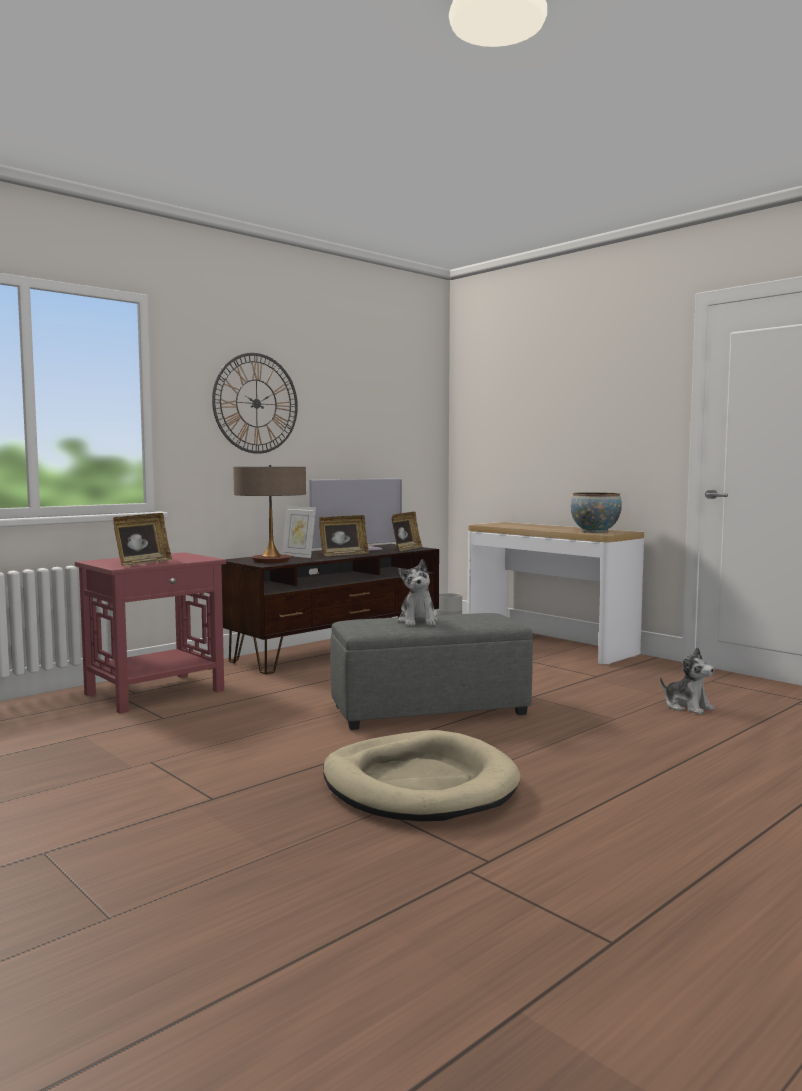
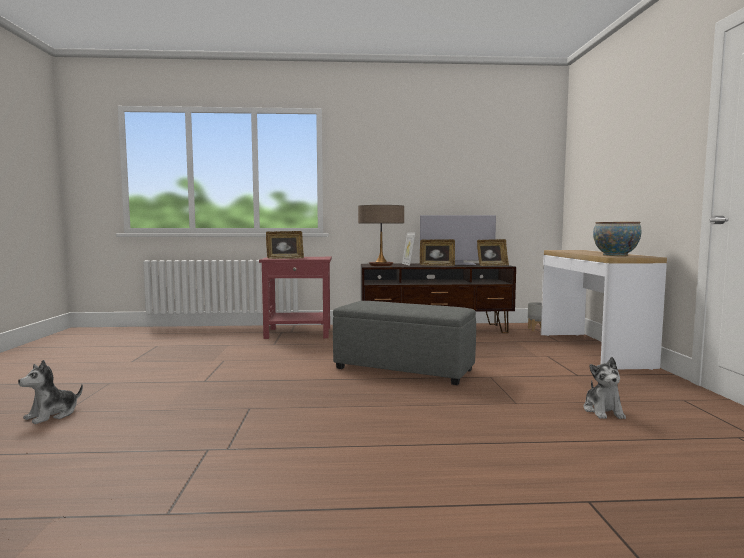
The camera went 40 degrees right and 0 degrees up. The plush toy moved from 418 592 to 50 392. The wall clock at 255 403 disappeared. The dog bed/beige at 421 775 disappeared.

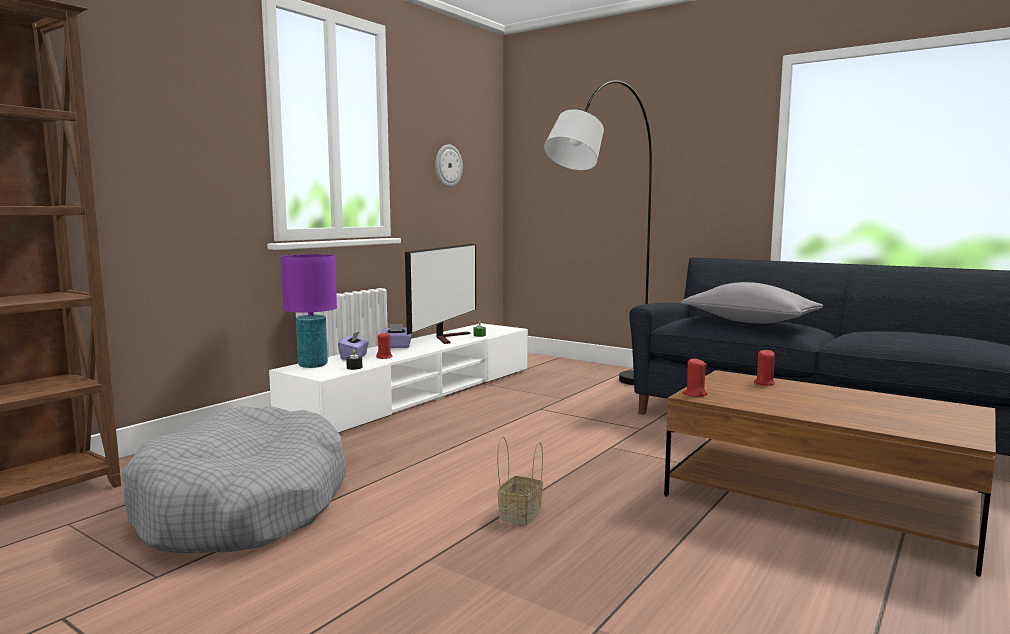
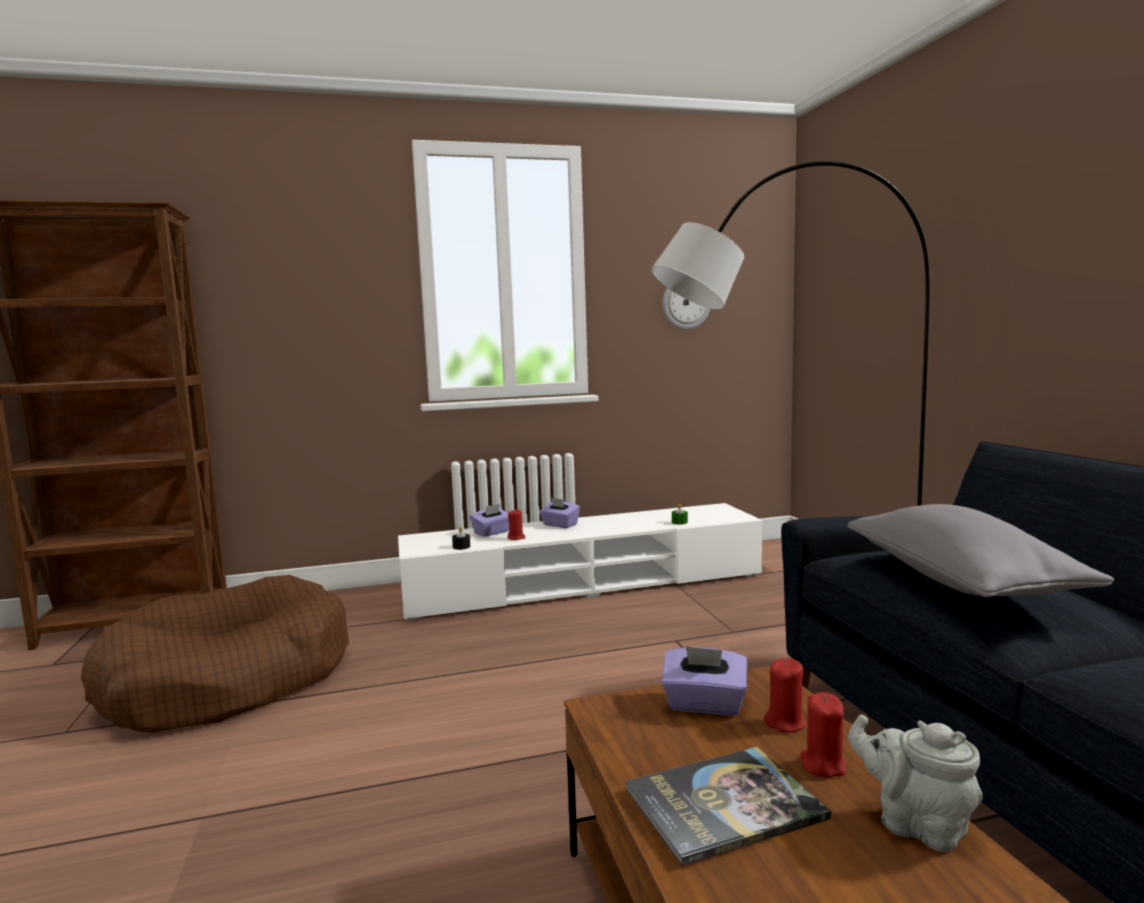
The camera went 40 degrees right and 0 degrees up. The dog bed/grey at 233 479 became the dog bed/brown at 215 654. The book at 728 806 appeared. The tissue box/purple at 704 680 appeared. The candle/red moved from 695 377 to 823 735. The teapot/grey at 915 783 appeared. The table lamp/purple at 309 311 disappeared. The television at 440 294 disappeared. The basket at 520 480 disappeared.

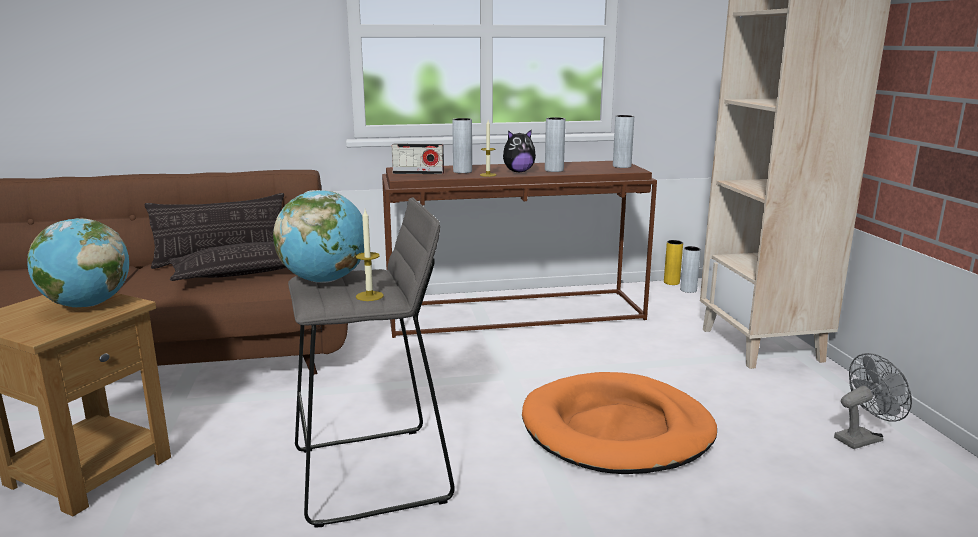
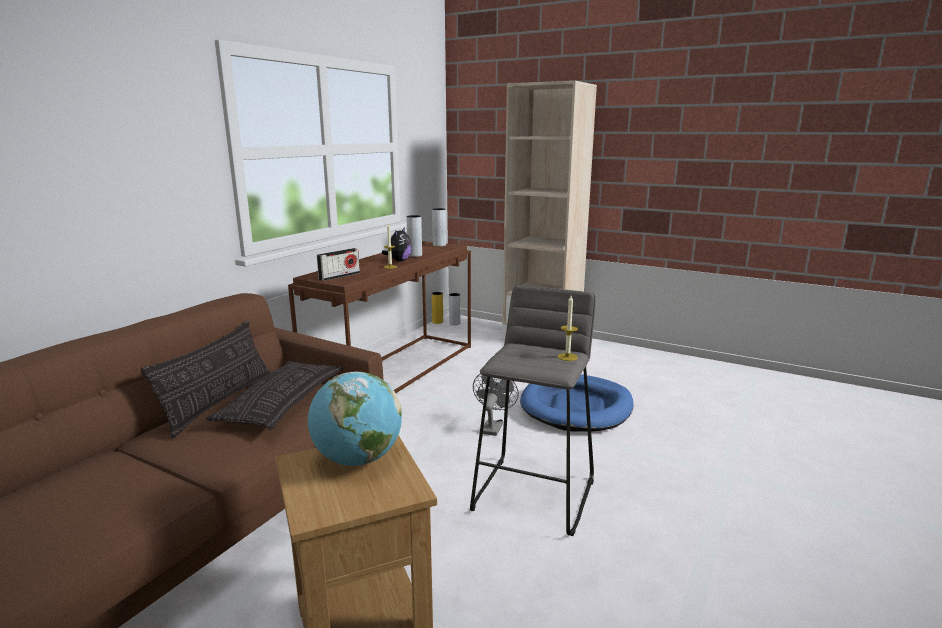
The camera went 50 degrees left and 0 degrees up. The fan/grey moved from 873 401 to 496 405. The dog bed/orange at 619 423 became the dog bed/blue at 577 403. The globe at 318 236 disappeared. The vase/grey at 462 145 disappeared.

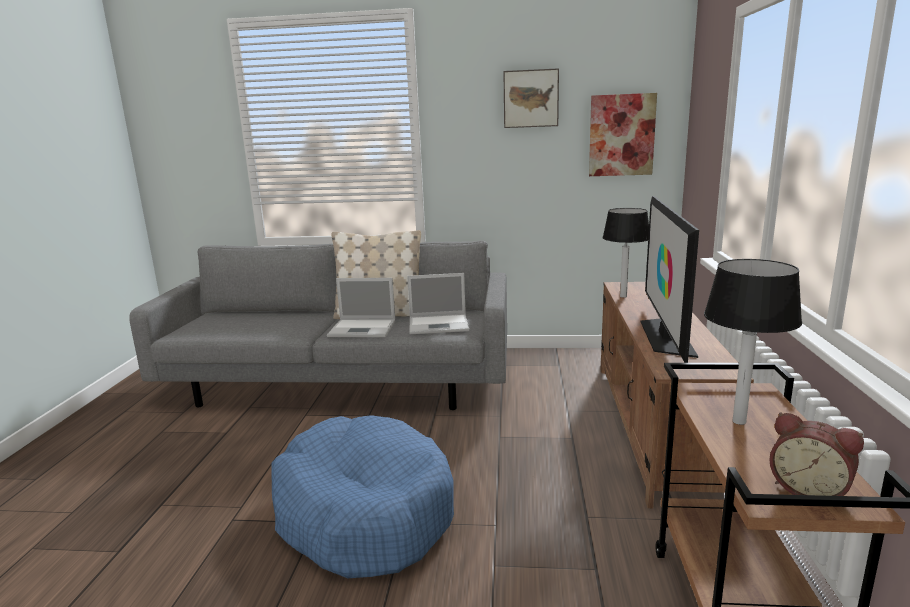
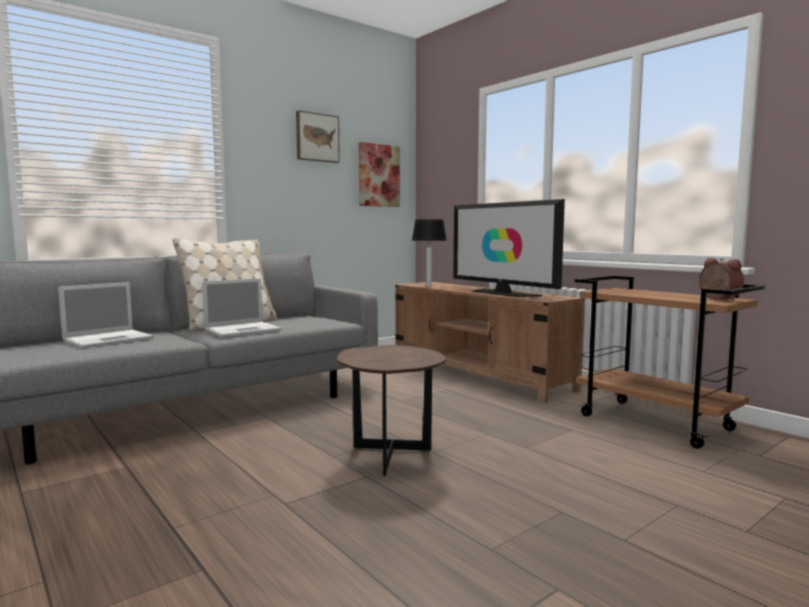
The camera went 45 degrees left and 10 degrees down. The laptop moved from 438 303 to 106 315. The dog bed/blue at 362 496 was replaced by the side table/brown at 391 410. The alarm clock at 816 454 turned 105 degrees counterclockwise. The table lamp at 753 342 disappeared.

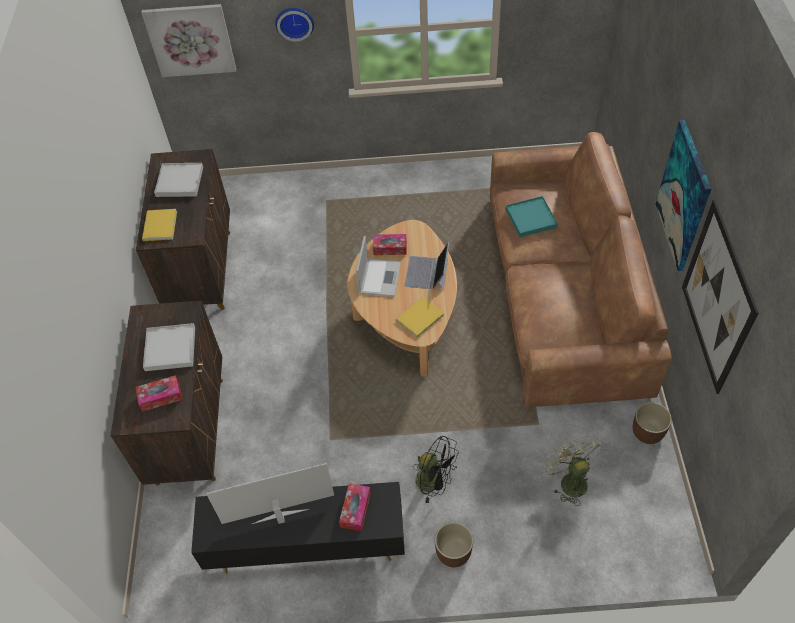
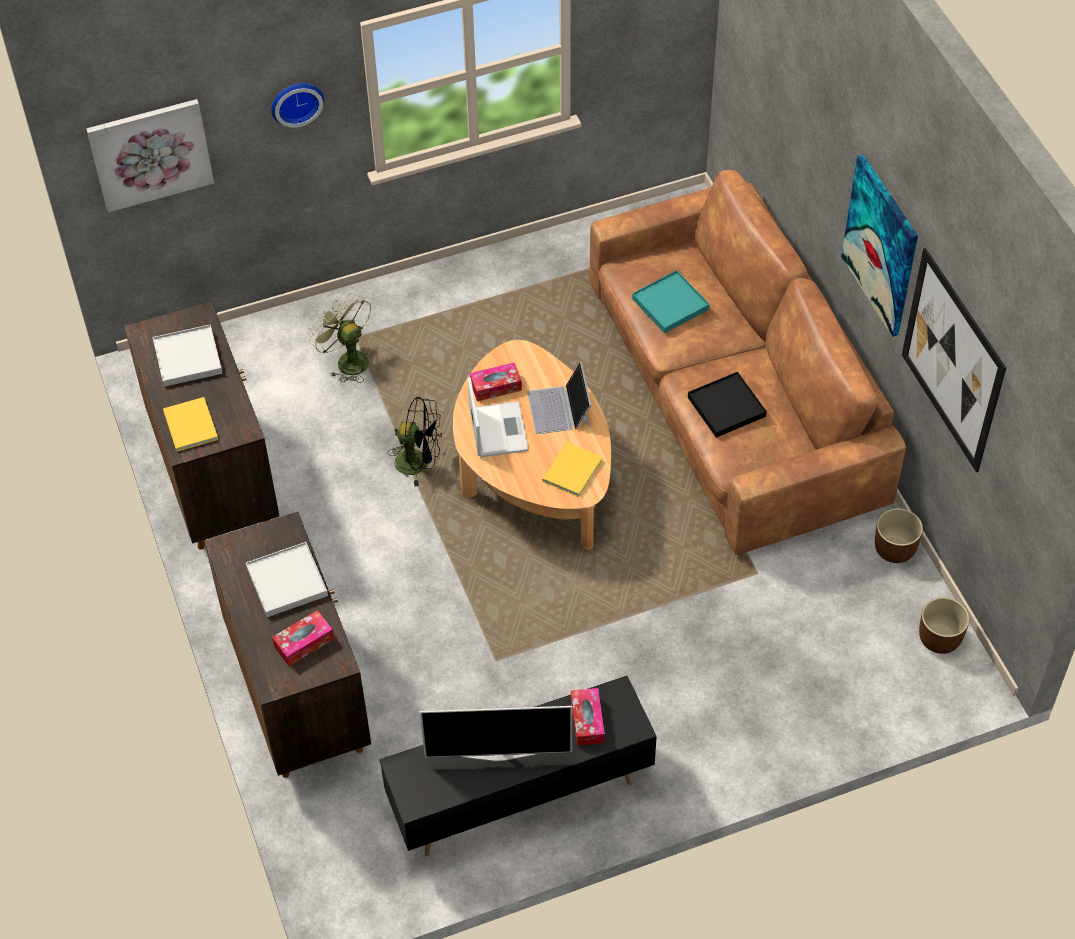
The camera went 20 degrees left and 0 degrees up. The fan/green moved from 573 471 to 340 338. The fan/black moved from 436 469 to 414 442. The television at 270 493 turned 150 degrees counterclockwise. The tray/black at 727 405 appeared. The planter/brown moved from 454 544 to 944 625.

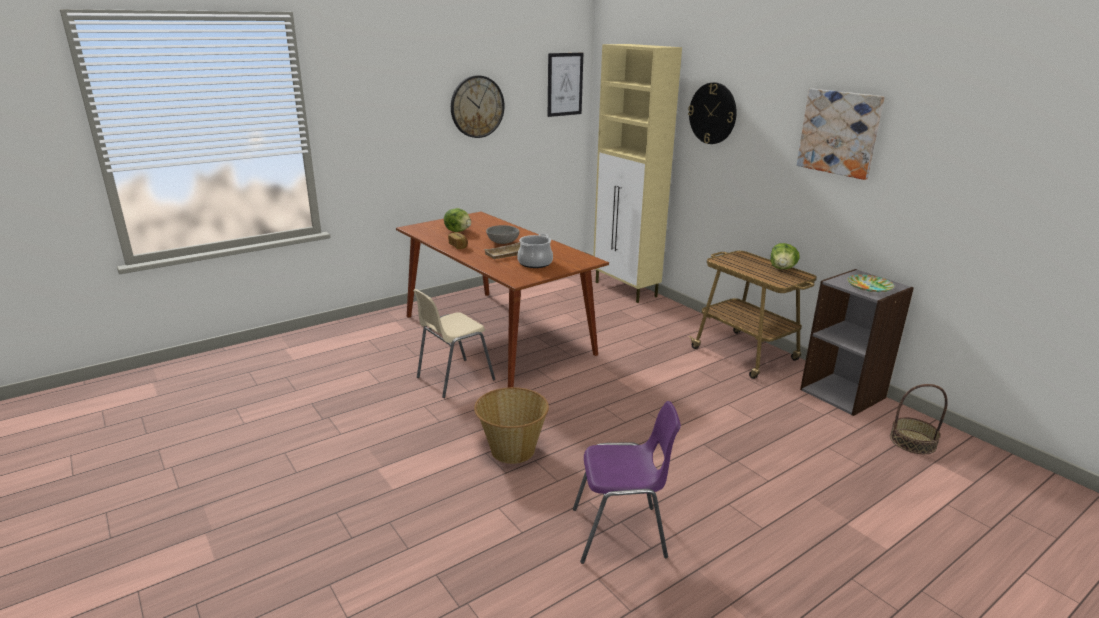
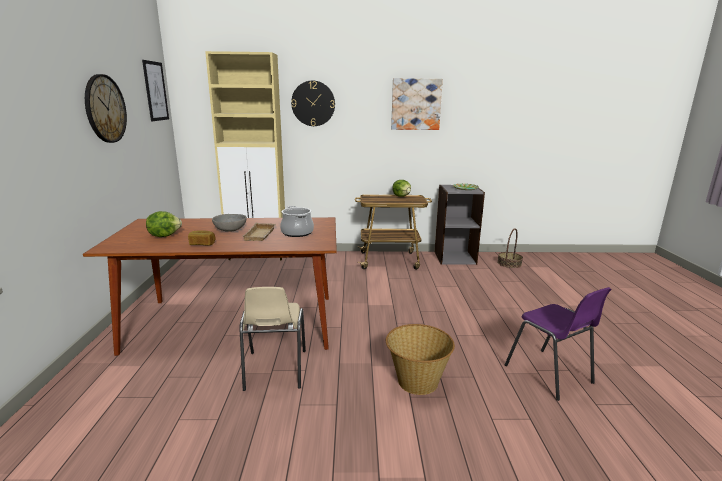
The camera went 55 degrees left and 5 degrees down. The chair/purple at 627 482 turned 120 degrees clockwise.

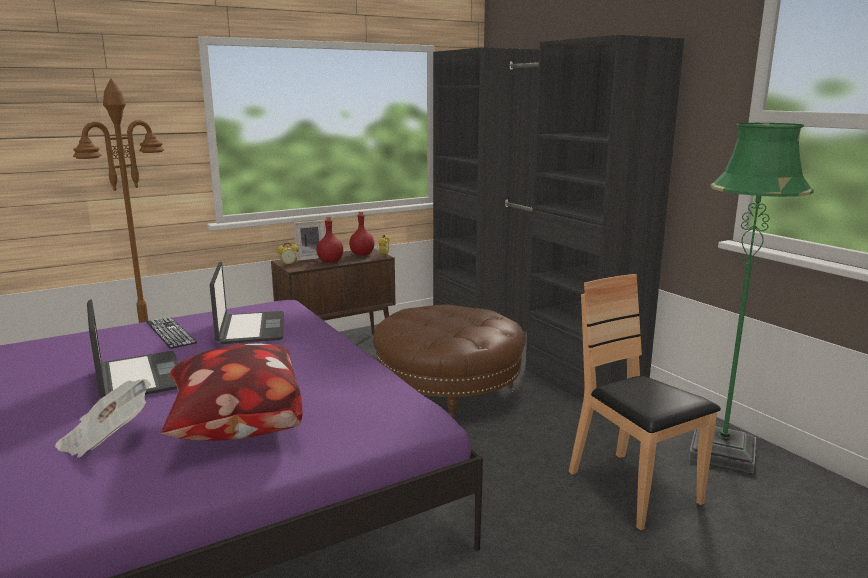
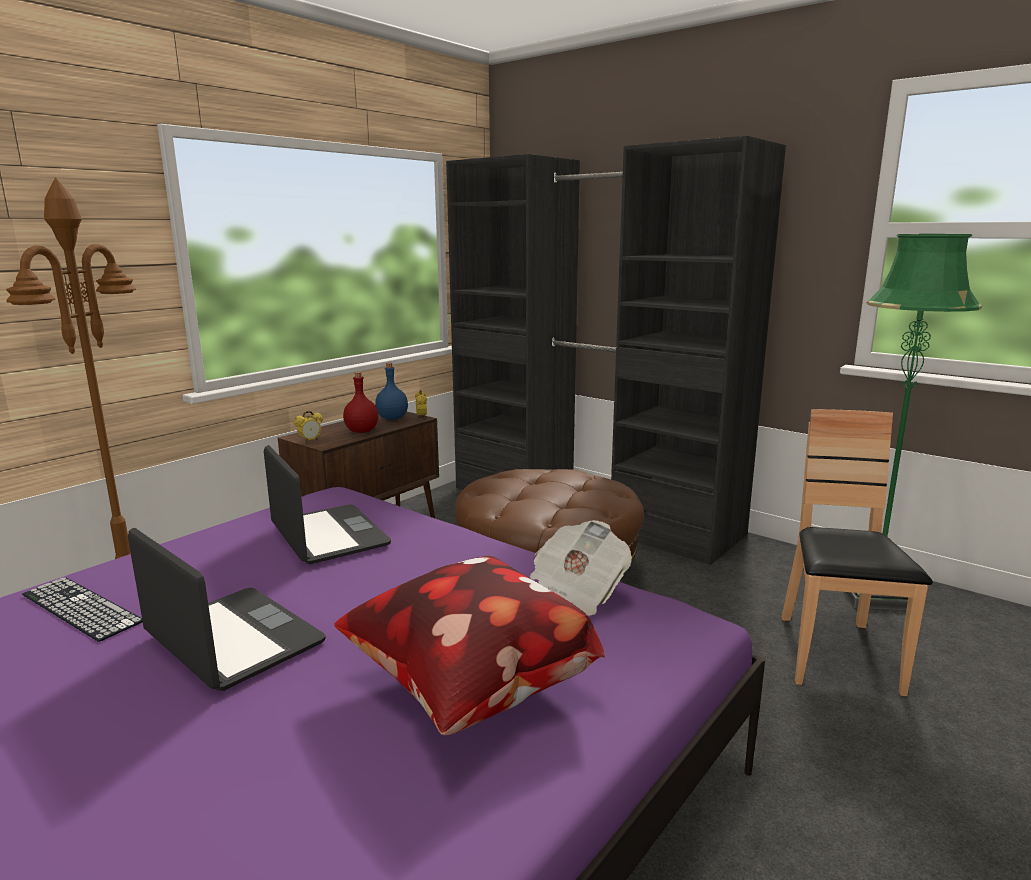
The camera went 20 degrees left and 0 degrees up. The keyboard moved from 171 333 to 82 609. The bottle/red at 362 233 became the bottle/blue at 391 391. The newspaper moved from 103 418 to 581 568. The chair/brown at 645 402 turned 60 degrees clockwise. The picture frame at 309 240 disappeared.

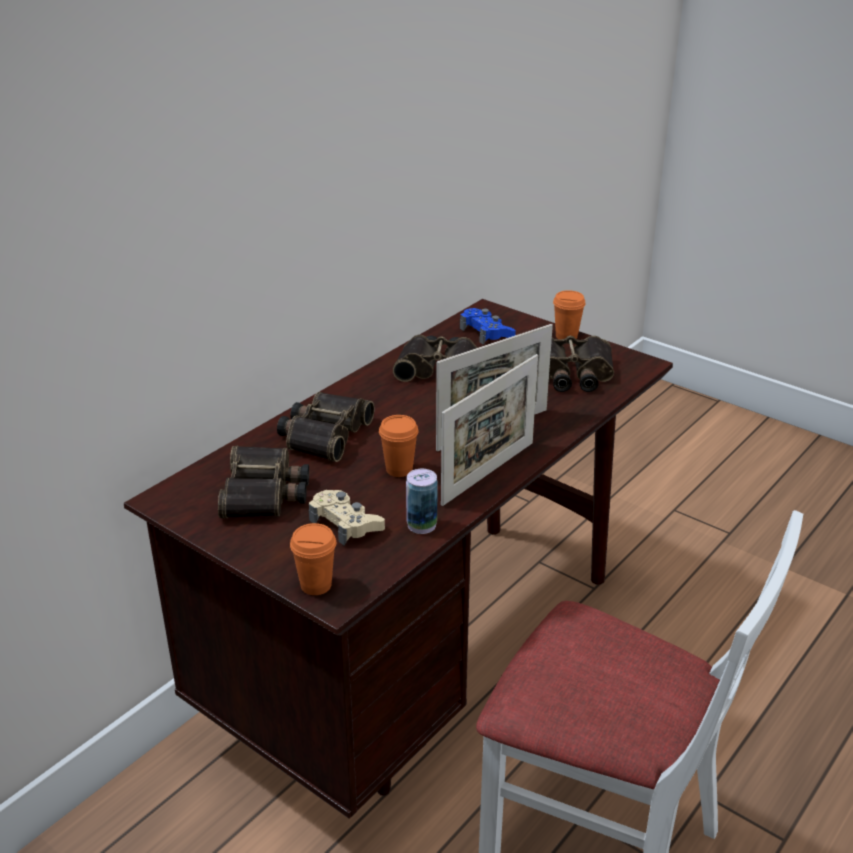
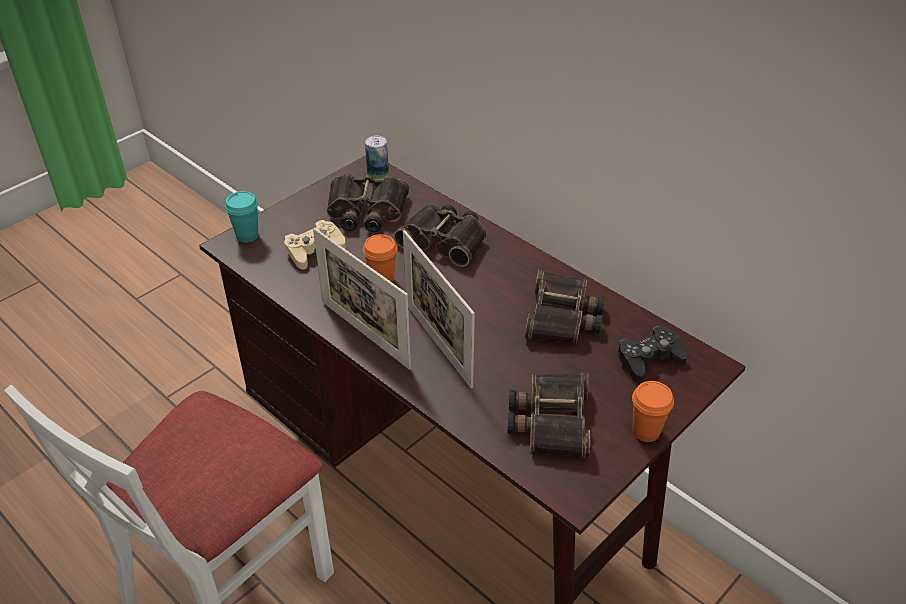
The camera went 95 degrees right and 10 degrees up. The cup/orange at 313 559 became the cup/turquoise at 241 217. The can moved from 422 501 to 377 158. The game controller/blue at 488 326 became the game controller/black at 652 354.

